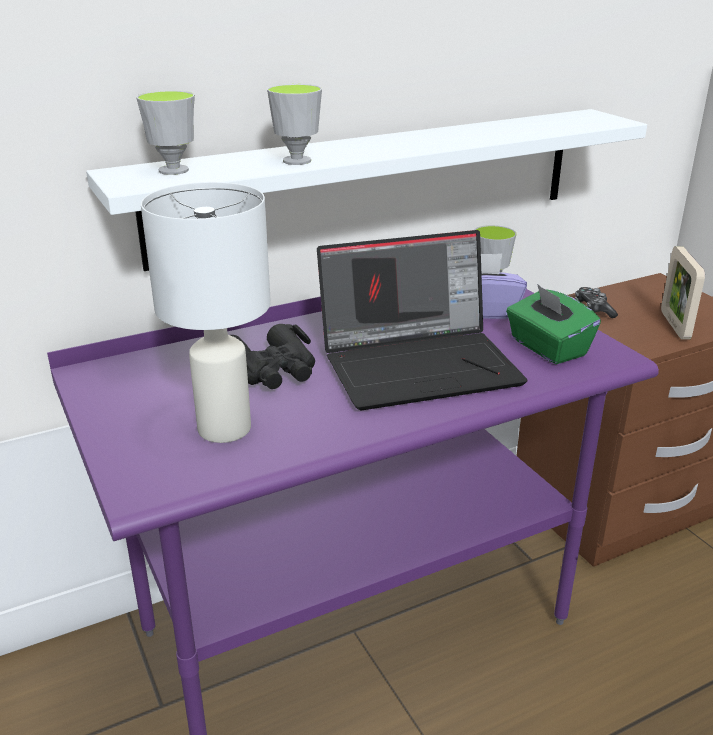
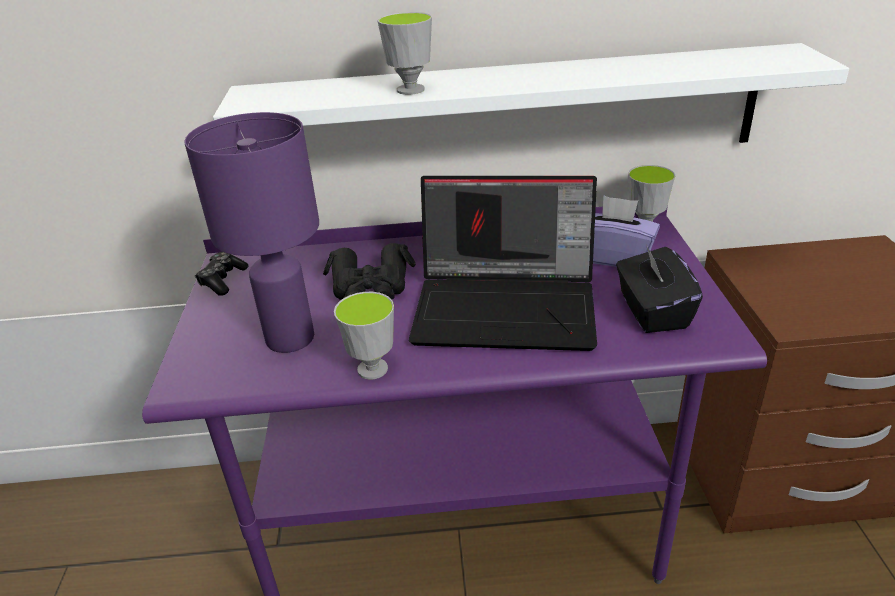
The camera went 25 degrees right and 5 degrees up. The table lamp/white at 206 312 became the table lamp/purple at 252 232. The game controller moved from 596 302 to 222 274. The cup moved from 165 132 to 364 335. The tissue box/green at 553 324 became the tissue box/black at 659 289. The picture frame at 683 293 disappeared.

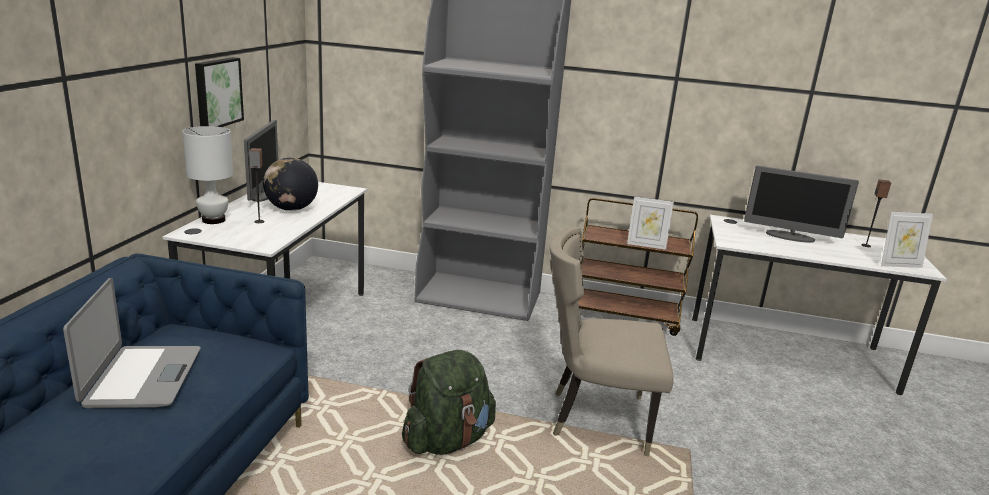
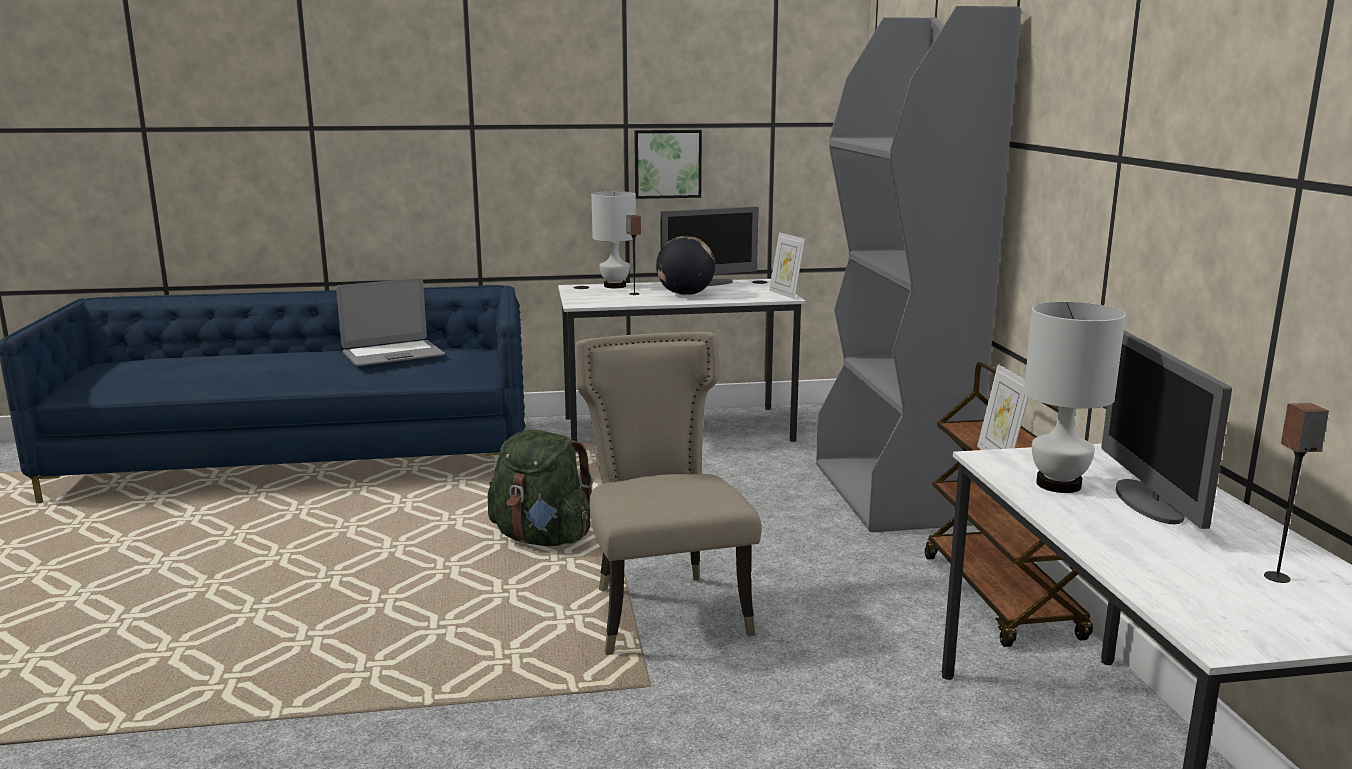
The camera went 70 degrees right and 5 degrees down. The picture frame moved from 907 240 to 787 265. The table lamp/white at 1075 397 appeared.

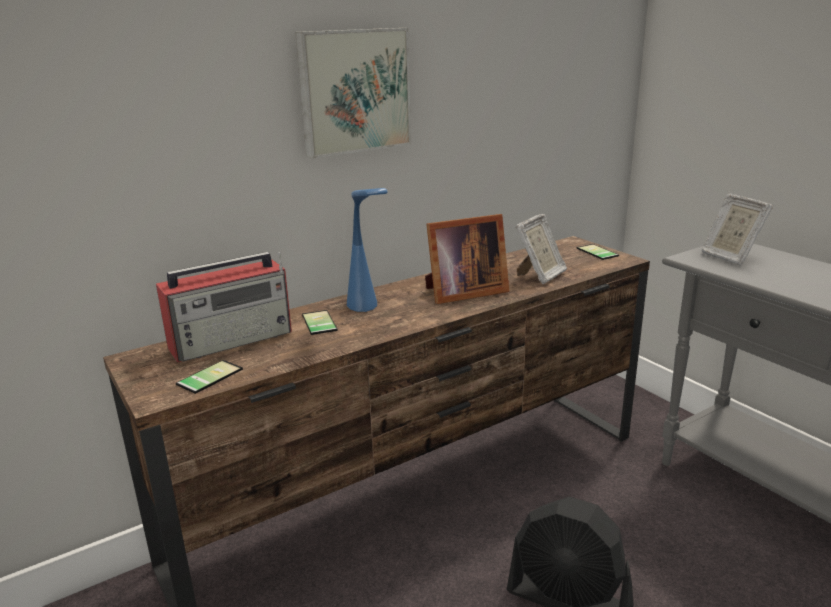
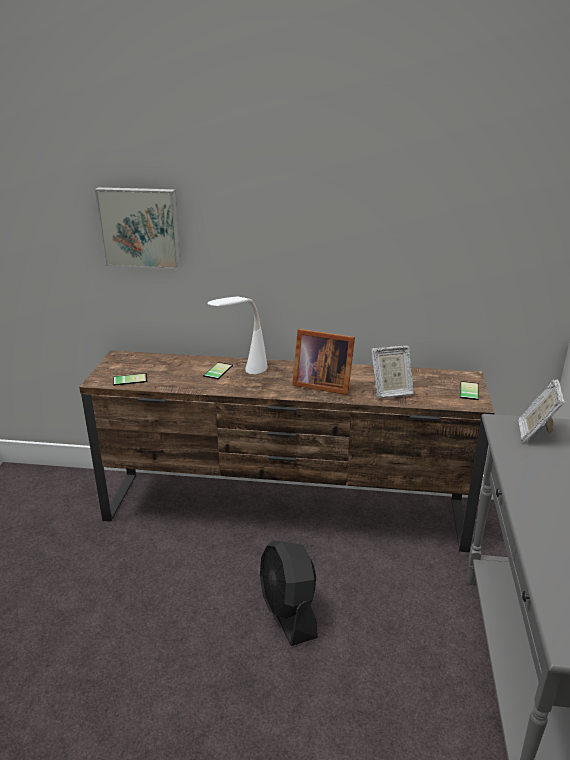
The camera went 40 degrees right and 5 degrees up. The picture moved from 353 93 to 138 228. The table lamp/blue at 367 250 became the table lamp/white at 238 335. The radio at 224 307 disappeared.

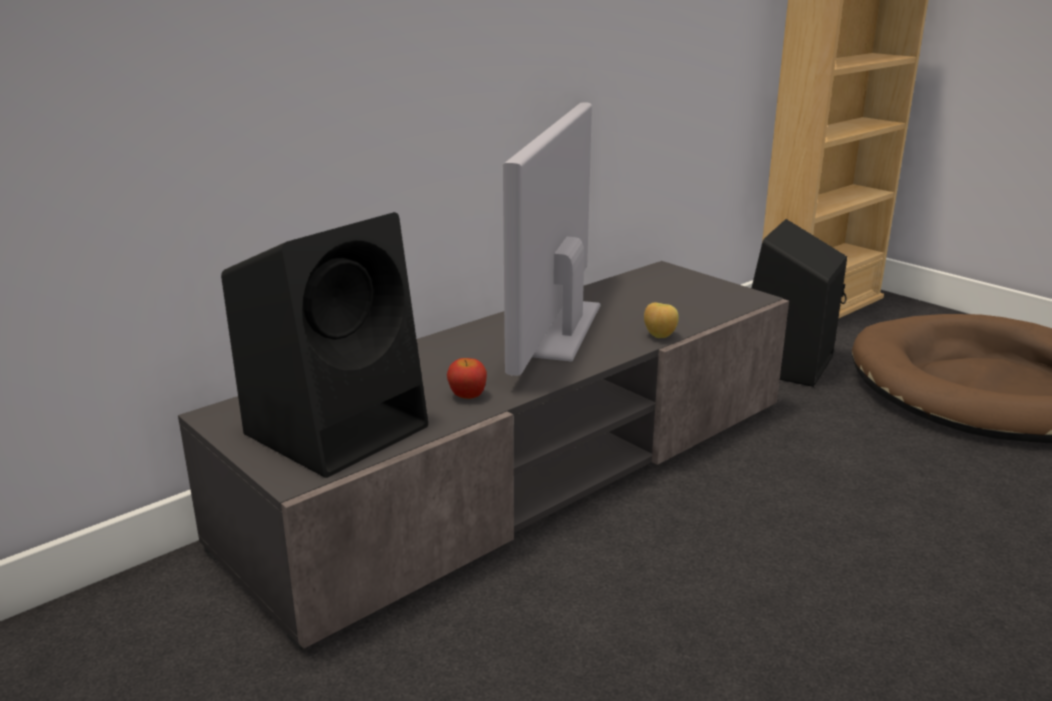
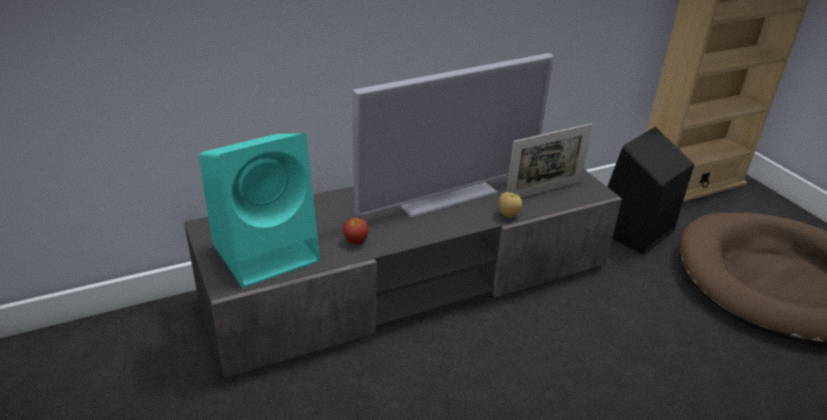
The camera went 15 degrees right and 10 degrees up. The speaker/black at 324 345 became the speaker/turquoise at 259 210. The television at 552 239 turned 150 degrees counterclockwise. The picture frame at 549 160 appeared.

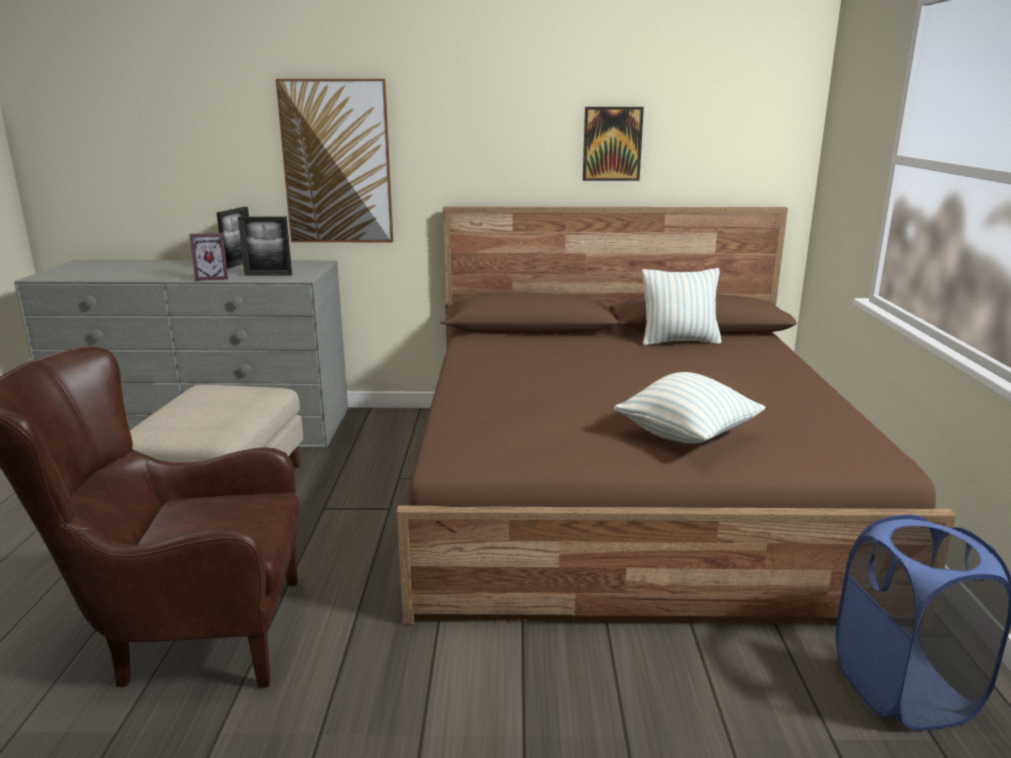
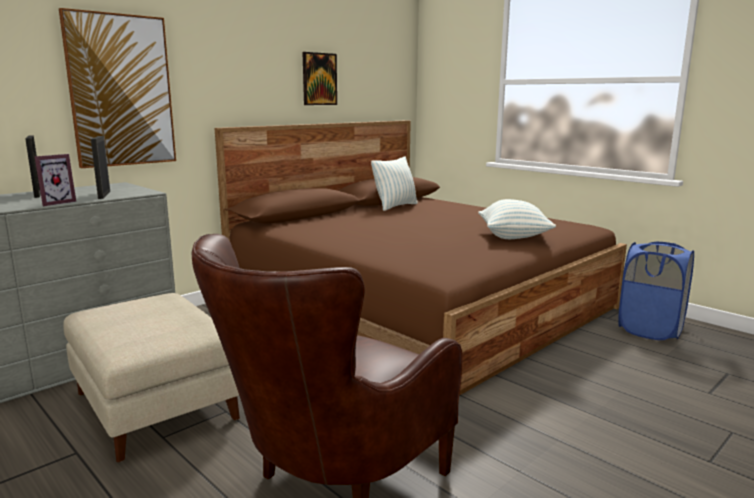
The camera went 45 degrees left and 5 degrees down. The picture frame at 265 246 turned 120 degrees clockwise.

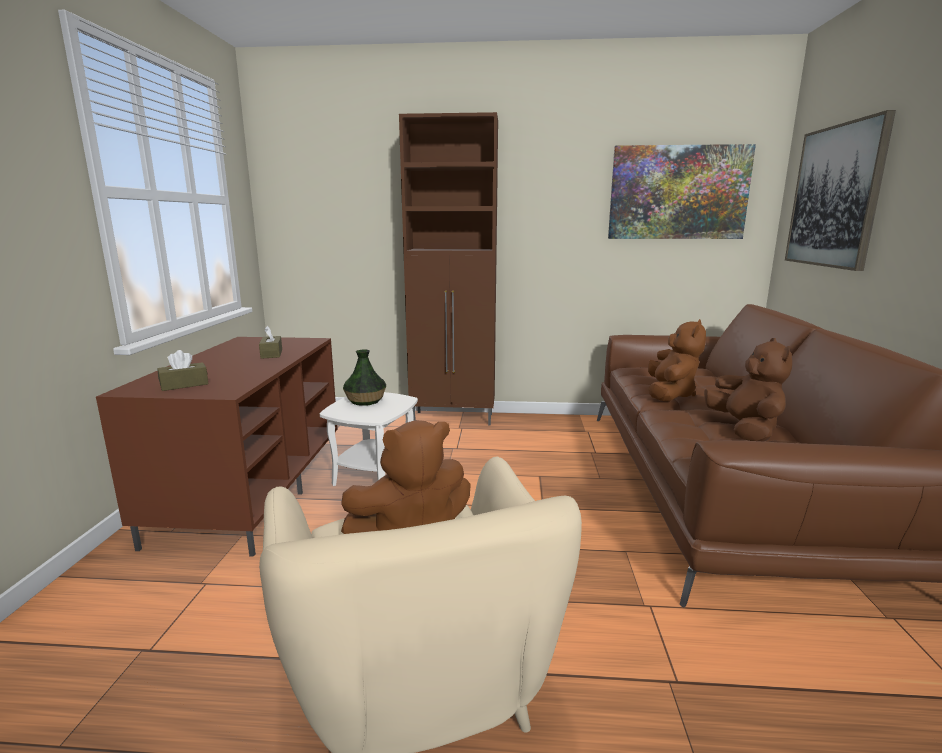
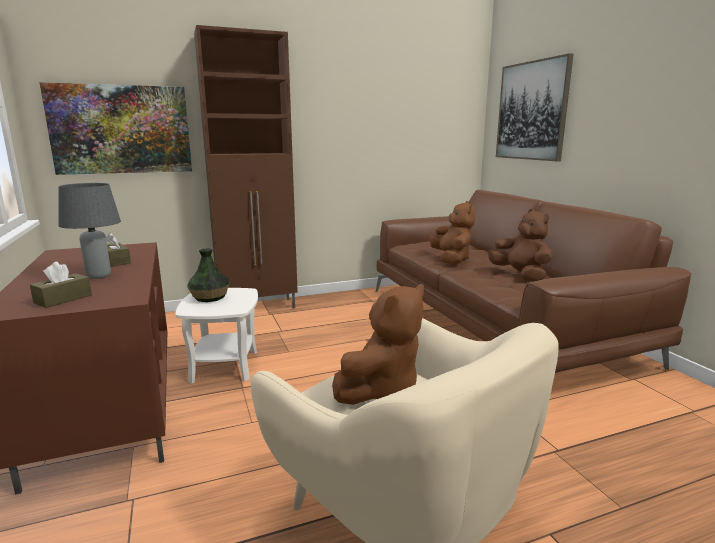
The camera went 25 degrees left and 0 degrees up. The picture moved from 682 191 to 116 128. The table lamp/grey at 89 231 appeared.

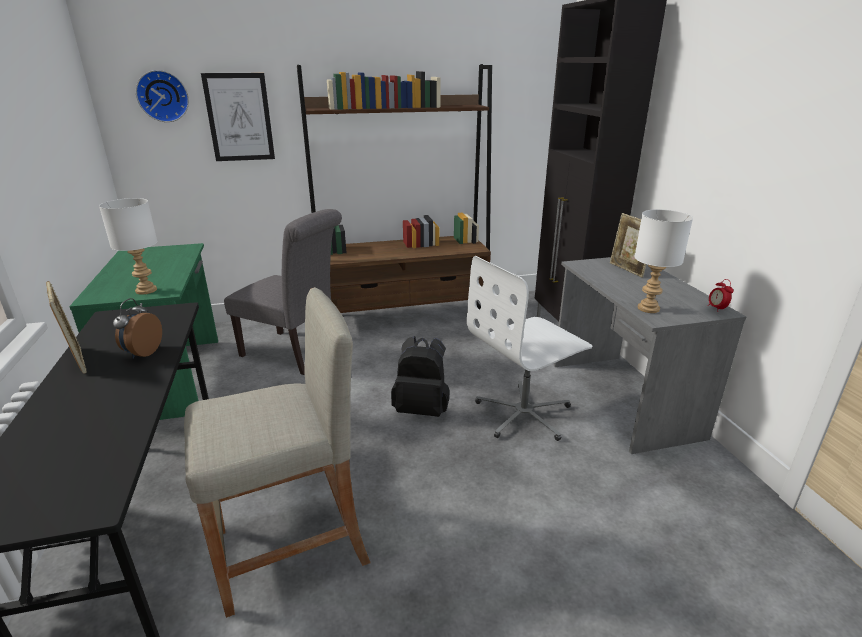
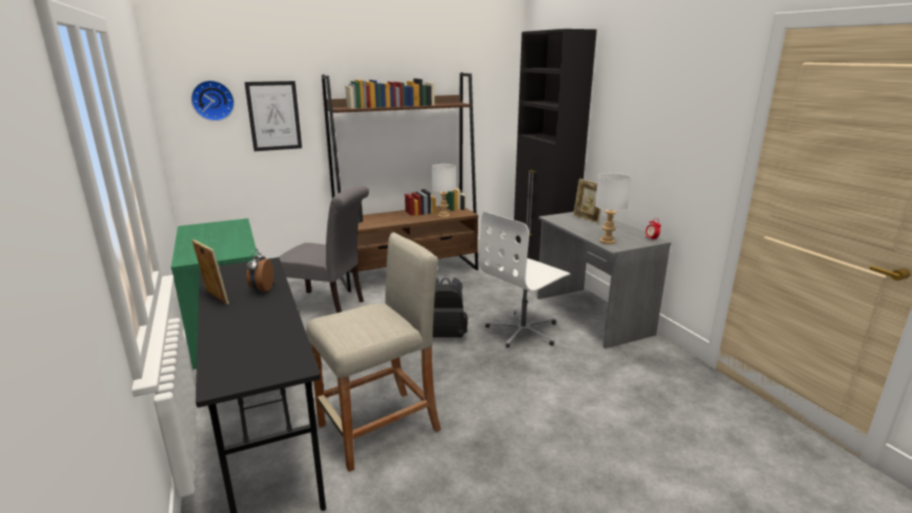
The camera went 10 degrees left and 5 degrees down. The table lamp/white moved from 128 246 to 443 191.

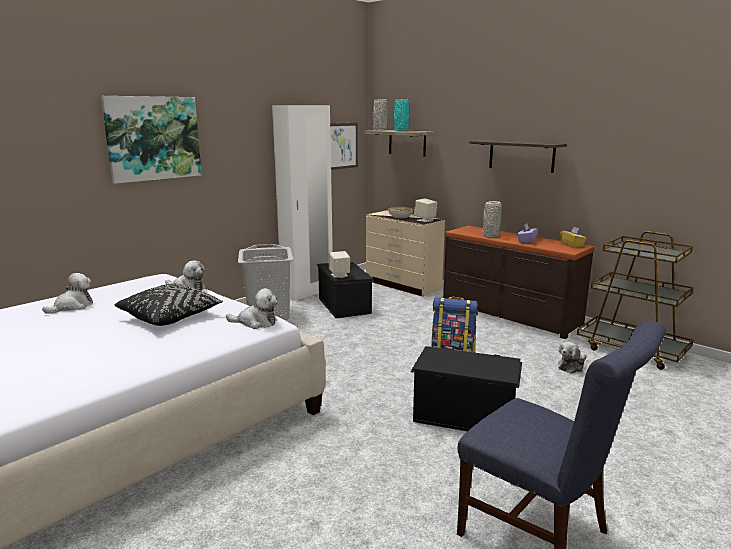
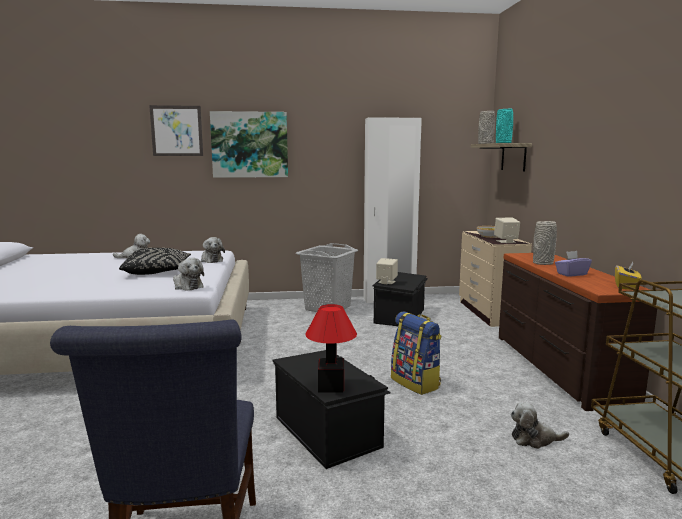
The camera went 40 degrees right and 5 degrees down. The picture moved from 344 146 to 176 130. The table lamp at 331 348 appeared. The shelf at 518 156 disappeared.

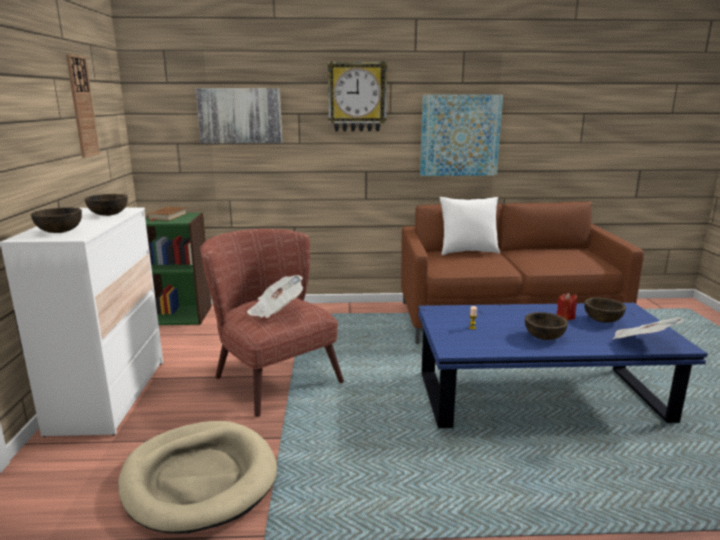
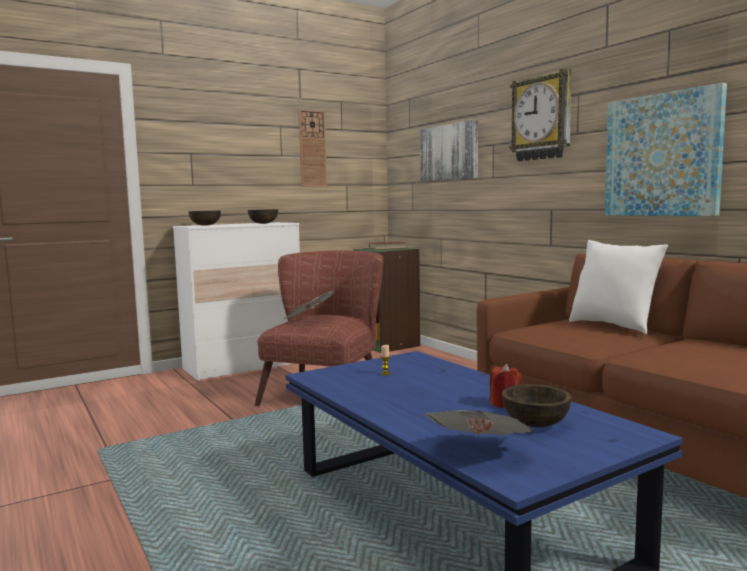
The camera went 60 degrees right and 10 degrees down. The dog bed/beige at 197 477 disappeared. The bowl/brown at 546 326 disappeared.

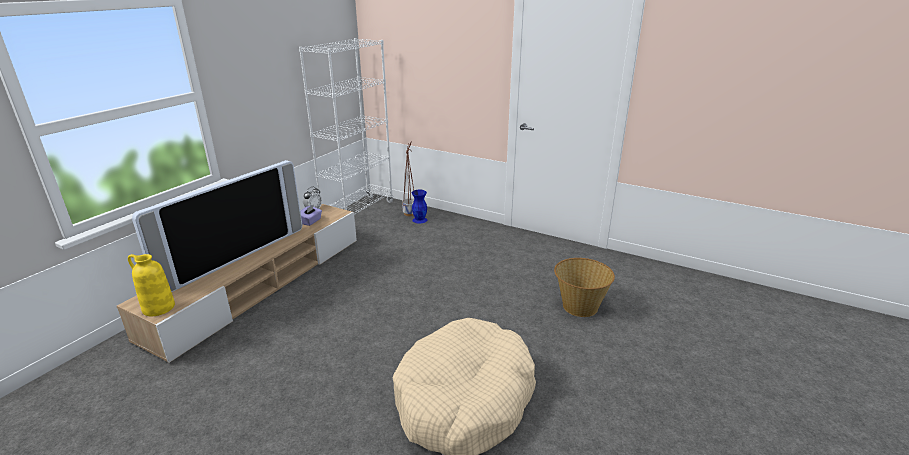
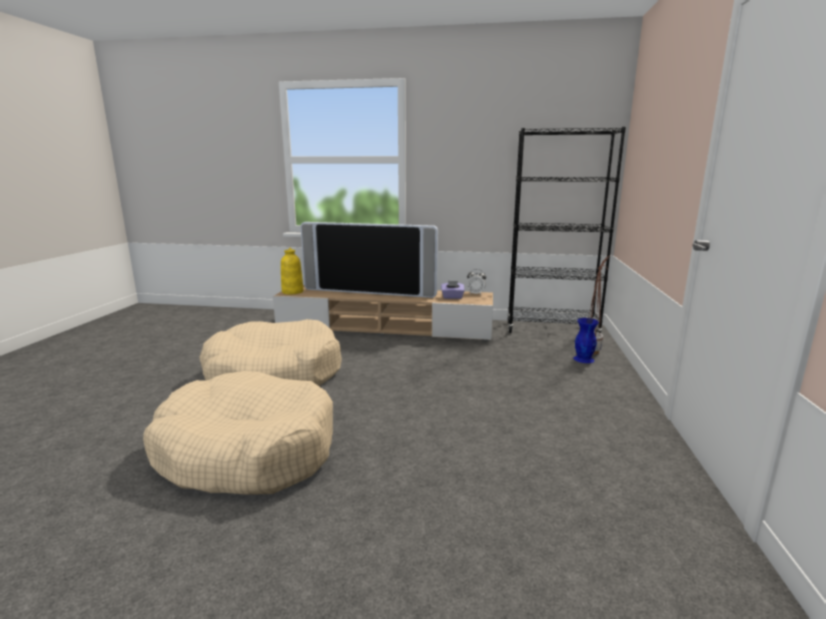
The camera went 70 degrees right and 10 degrees down. The dog bed/beige at 270 352 appeared. The bookcase/white at 346 126 became the bookcase/black at 566 230. The basket at 584 287 disappeared.

